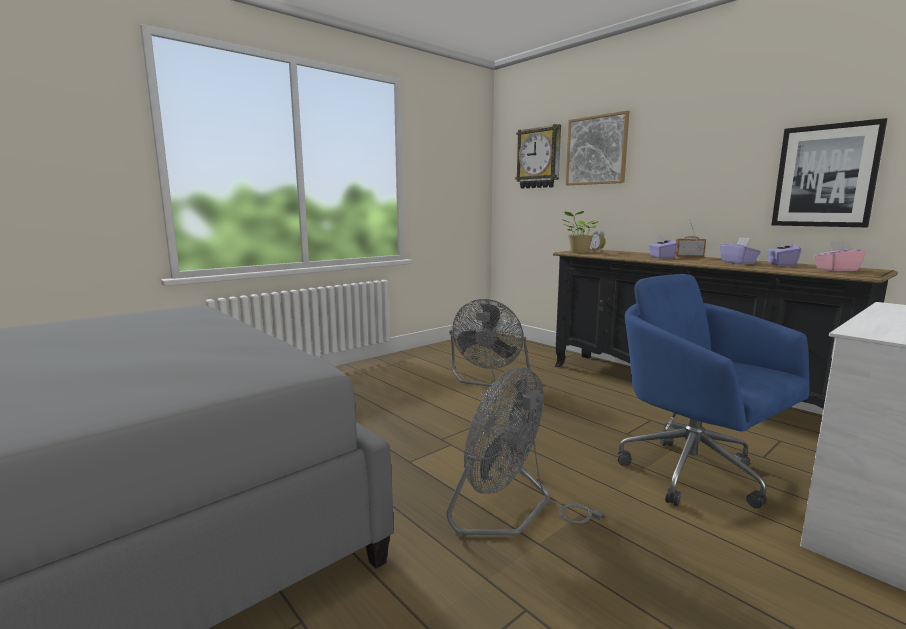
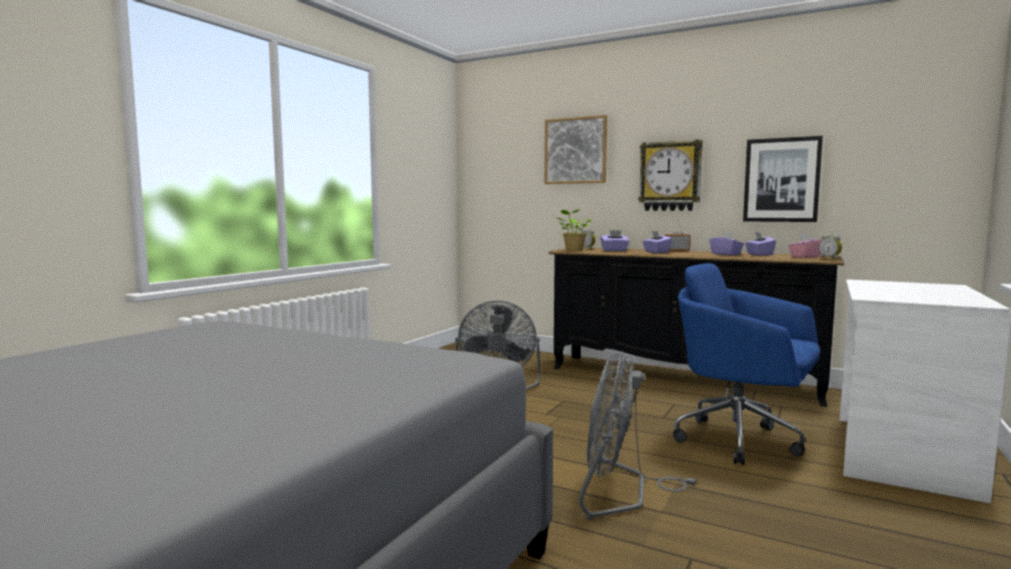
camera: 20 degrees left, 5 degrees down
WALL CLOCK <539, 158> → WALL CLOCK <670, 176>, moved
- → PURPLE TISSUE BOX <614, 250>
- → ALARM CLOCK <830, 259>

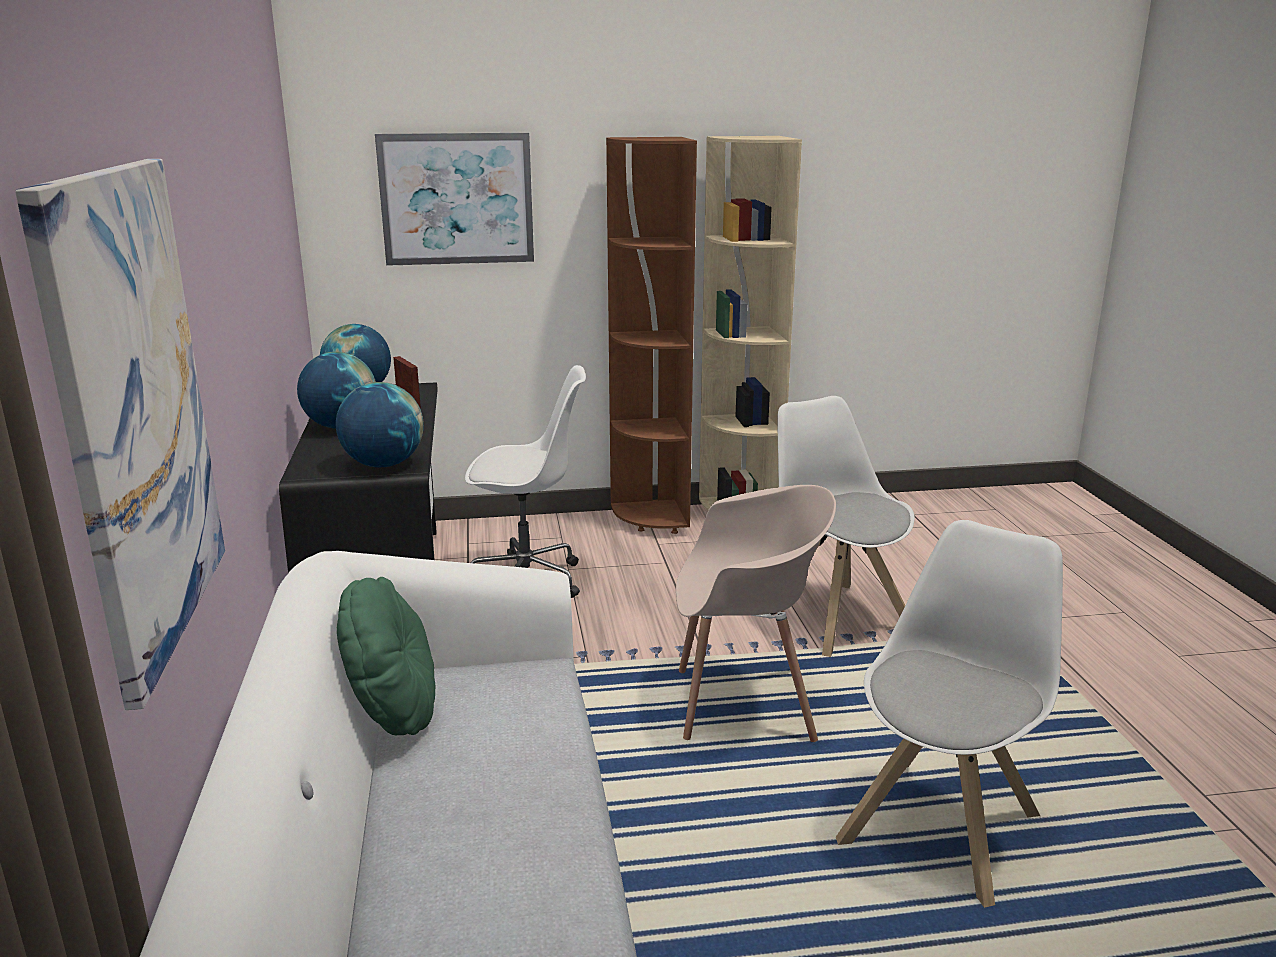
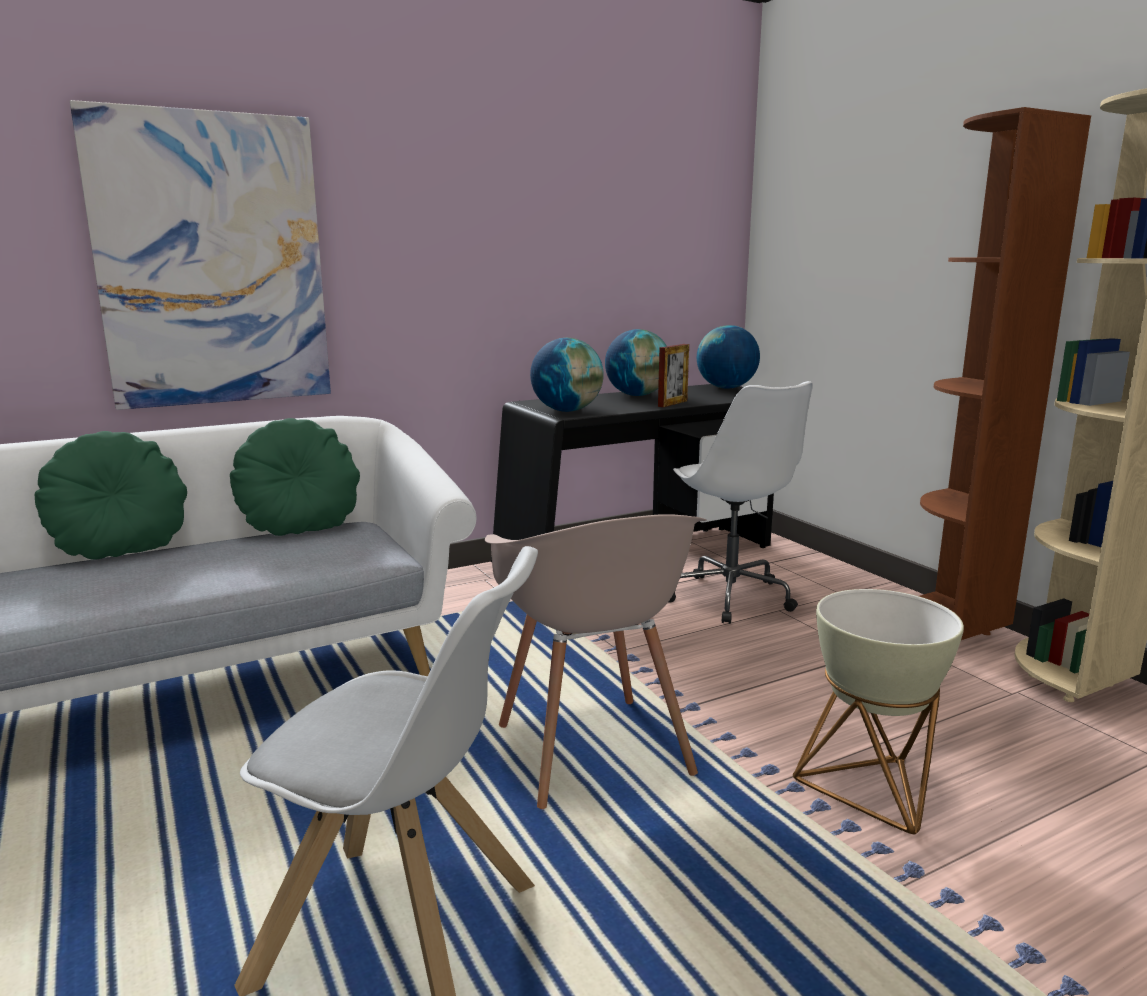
camera: 70 degrees right, 5 degrees down
PICTURE <457, 199> → -
CHAIR <834, 616> → PLANTER <870, 789>
- → GREEN PILLOW <122, 551>

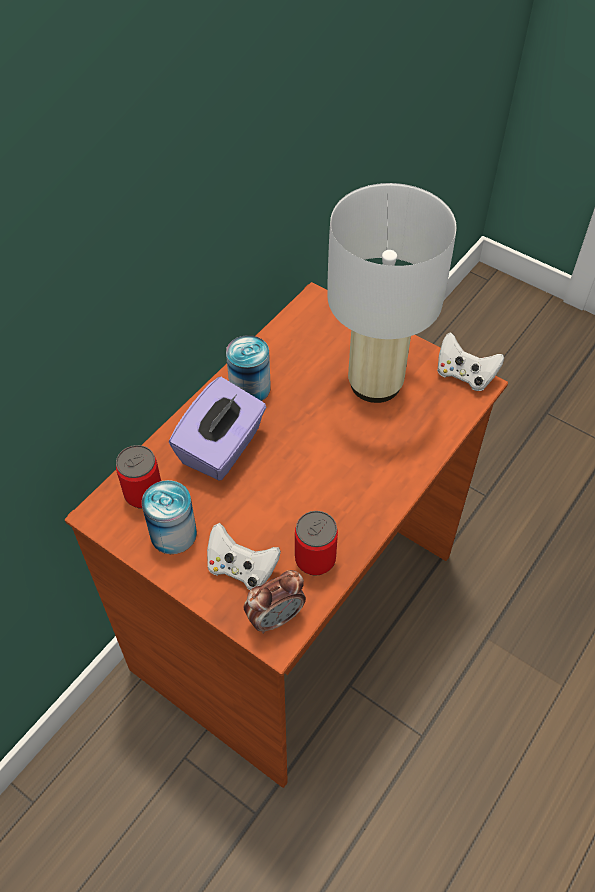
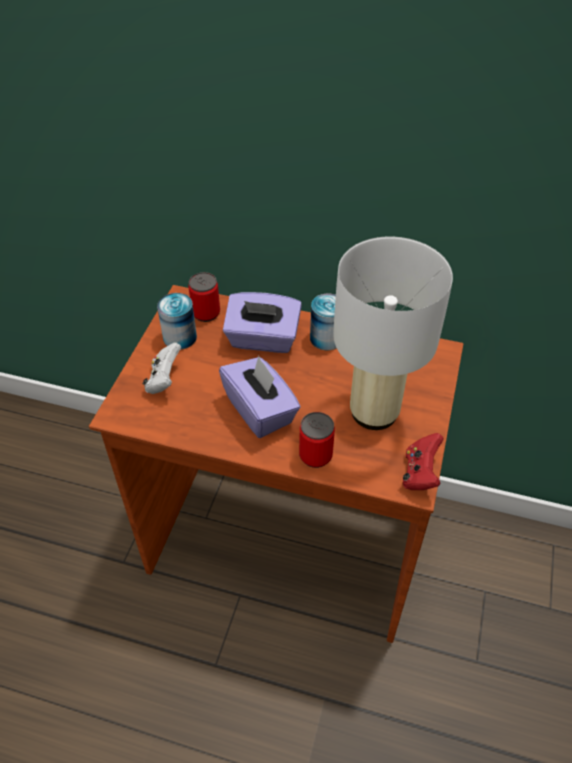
camera: 70 degrees right, 5 degrees down
ALARM CLOCK <275, 617> → -
CAN <315, 559> → CAN <315, 455>, moved
WHITE GAME CONTROLLER <464, 375> → RED GAME CONTROLLER <420, 473>
- → PURPLE TISSUE BOX <260, 410>

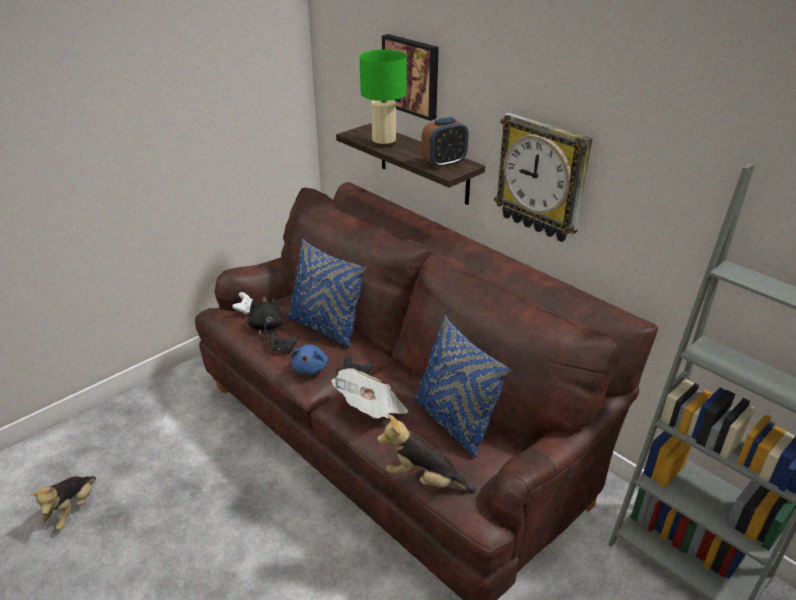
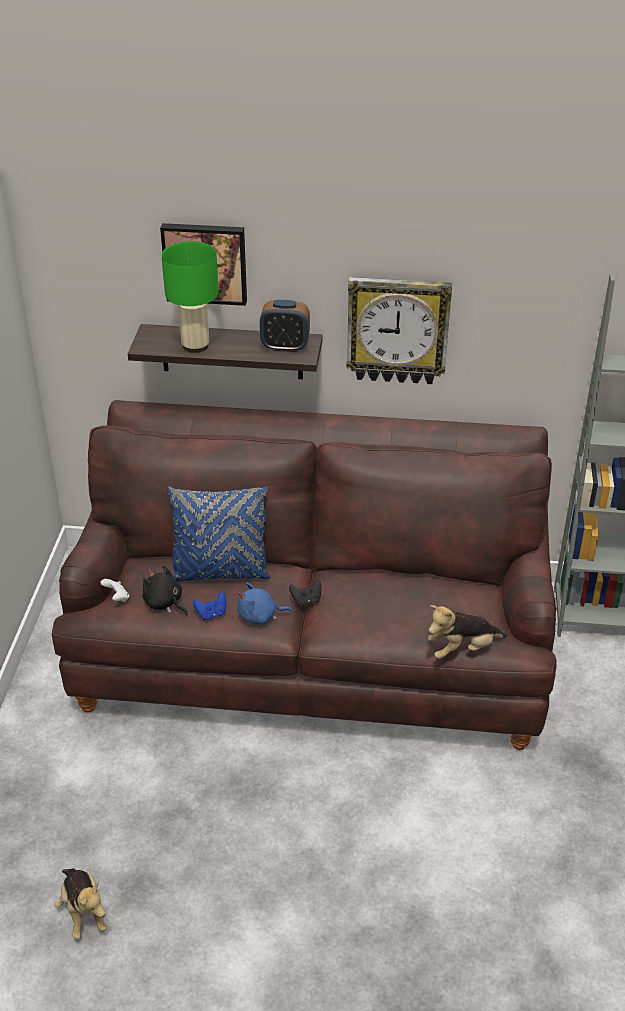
camera: 40 degrees left, 5 degrees up
BLACK GAME CONTROLLER <283, 349> → BLUE GAME CONTROLLER <211, 614>
BLUE PLUSH TOY <310, 368> → BLUE PLUSH TOY <260, 616>, 120 degrees clockwise
NEWSPAPER <371, 409> → -
BLUE PILLOW <454, 422> → -
ALARM CLOCK <444, 163> → ALARM CLOCK <285, 347>, 75 degrees clockwise

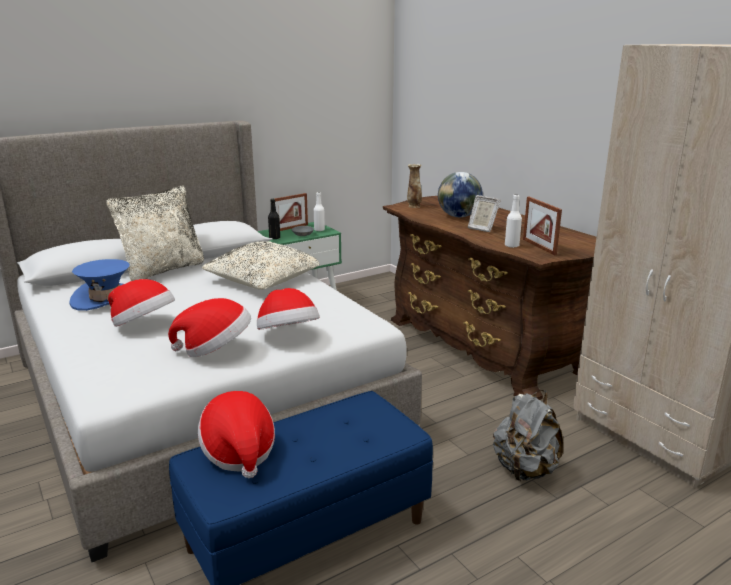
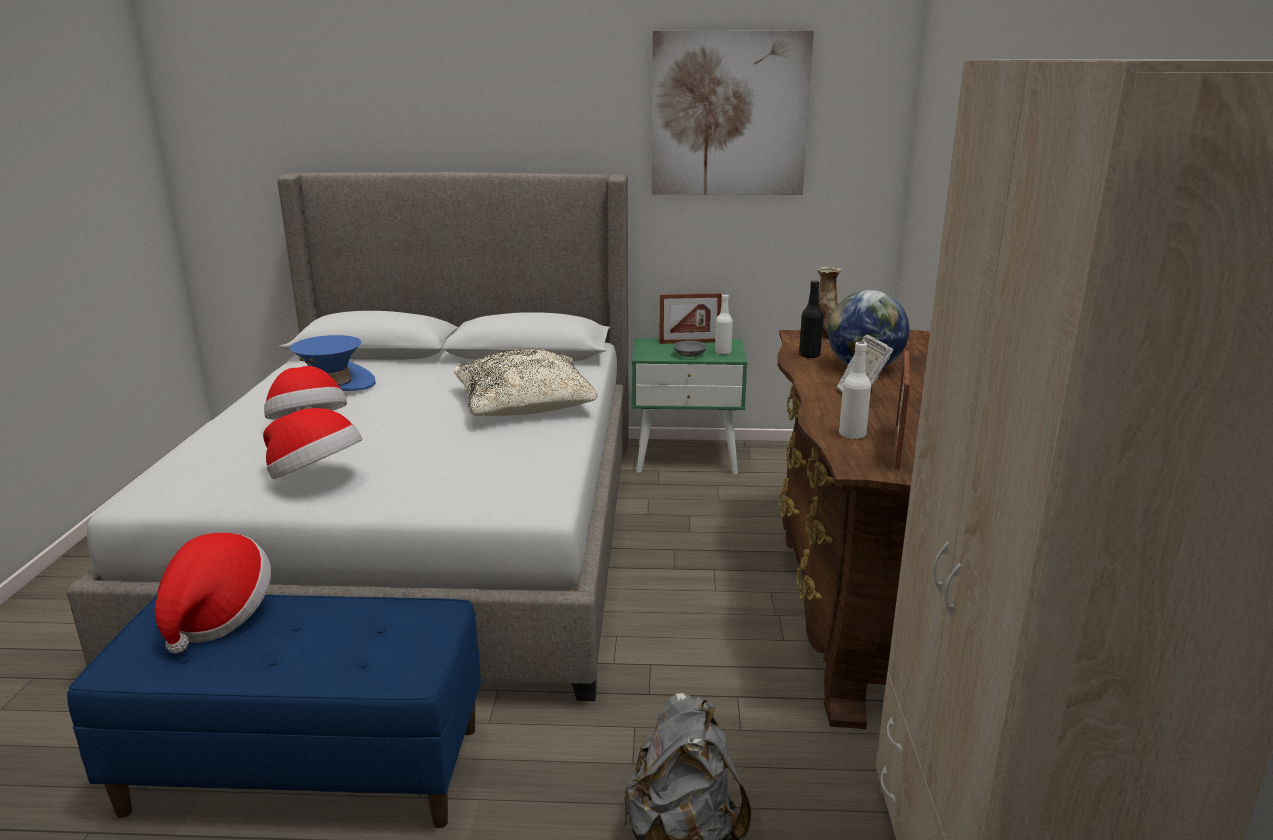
camera: 35 degrees right, 0 degrees up
BEIGE PILLOW <164, 271> → -
HAT <288, 335> → -
BLACK BOTTLE <274, 238> → BLACK BOTTLE <809, 355>, moved
- → PICTURE <729, 114>

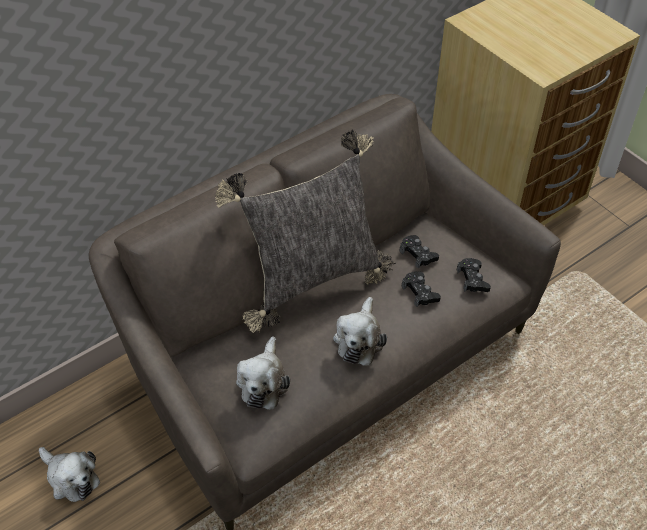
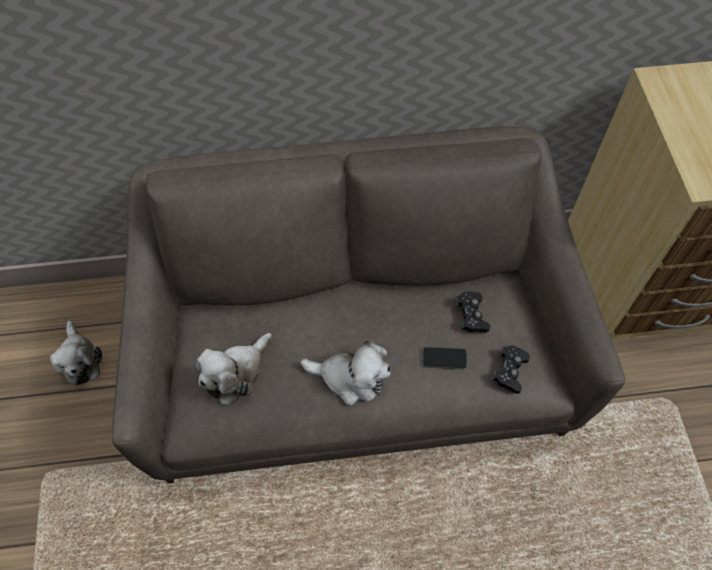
camera: 30 degrees right, 10 degrees up
PILLOW <310, 285> → -
PLUSH TOY <359, 339> → PLUSH TOY <351, 378>, 120 degrees counterclockwise
BLACK GAME CONTROLLER <420, 292> → PHONE <444, 358>

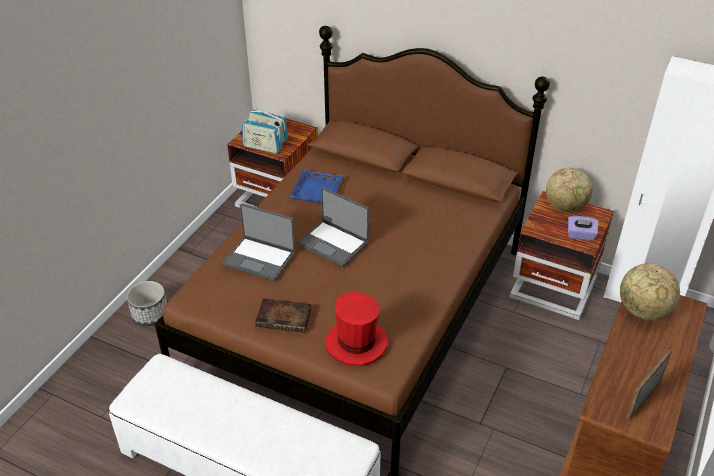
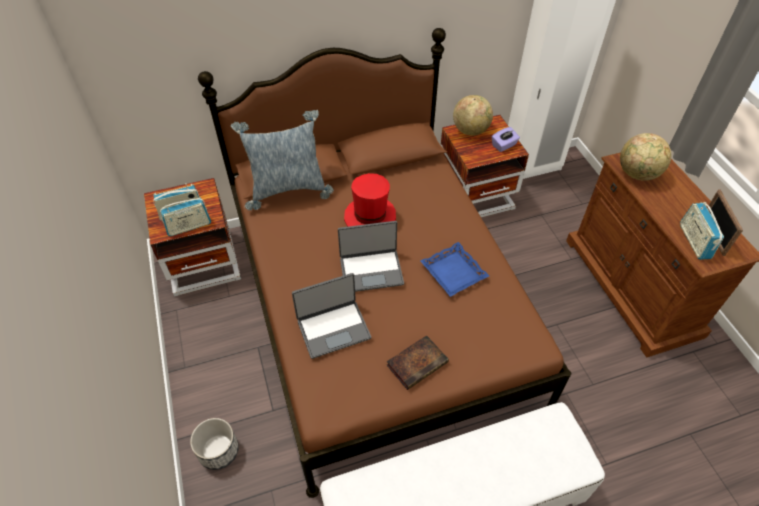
camera: 45 degrees left, 10 degrees up
BLUE TRAY <316, 190> → BLUE TRAY <453, 272>, moved
RED HAT <356, 344> → RED HAT <370, 217>, moved
- → PILLOW <288, 193>
- → RADIO <694, 241>

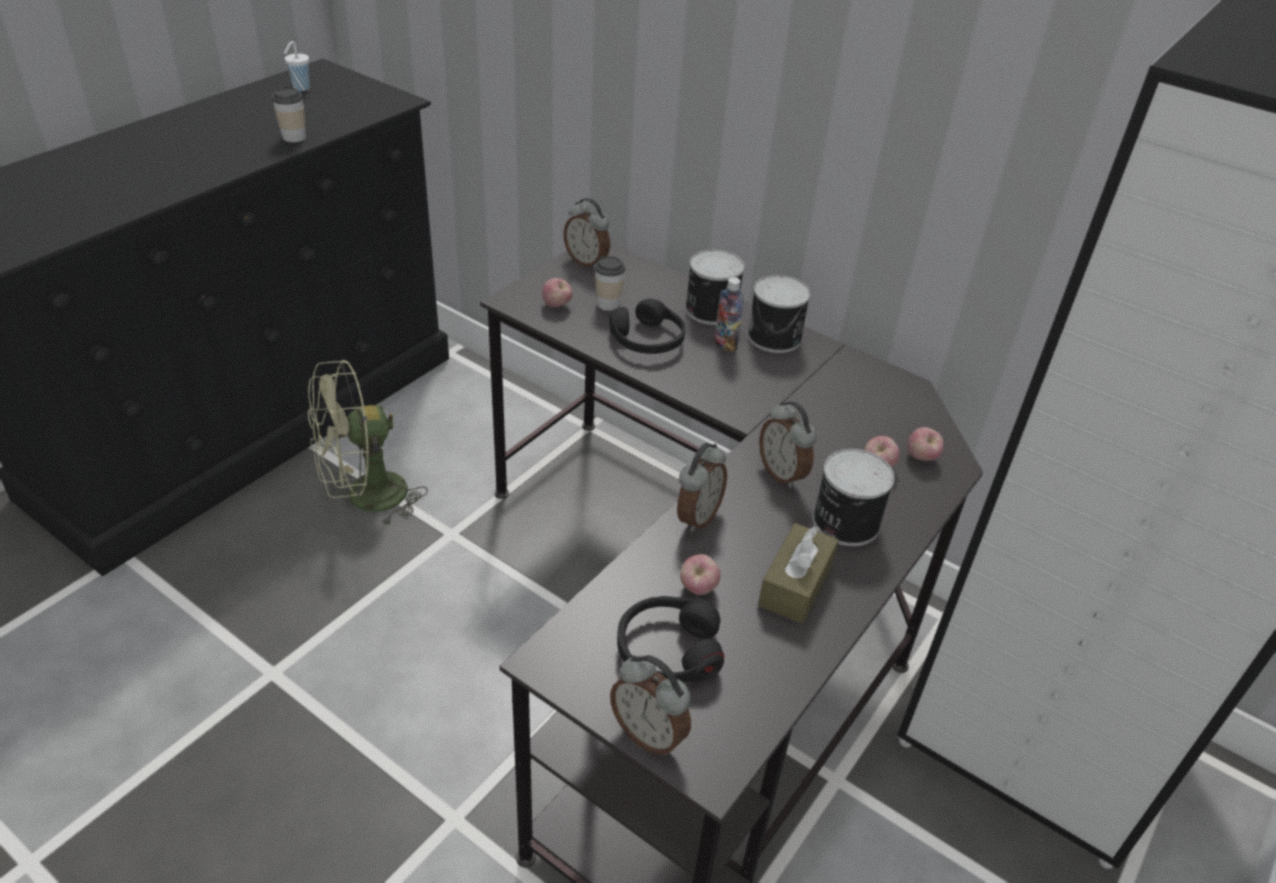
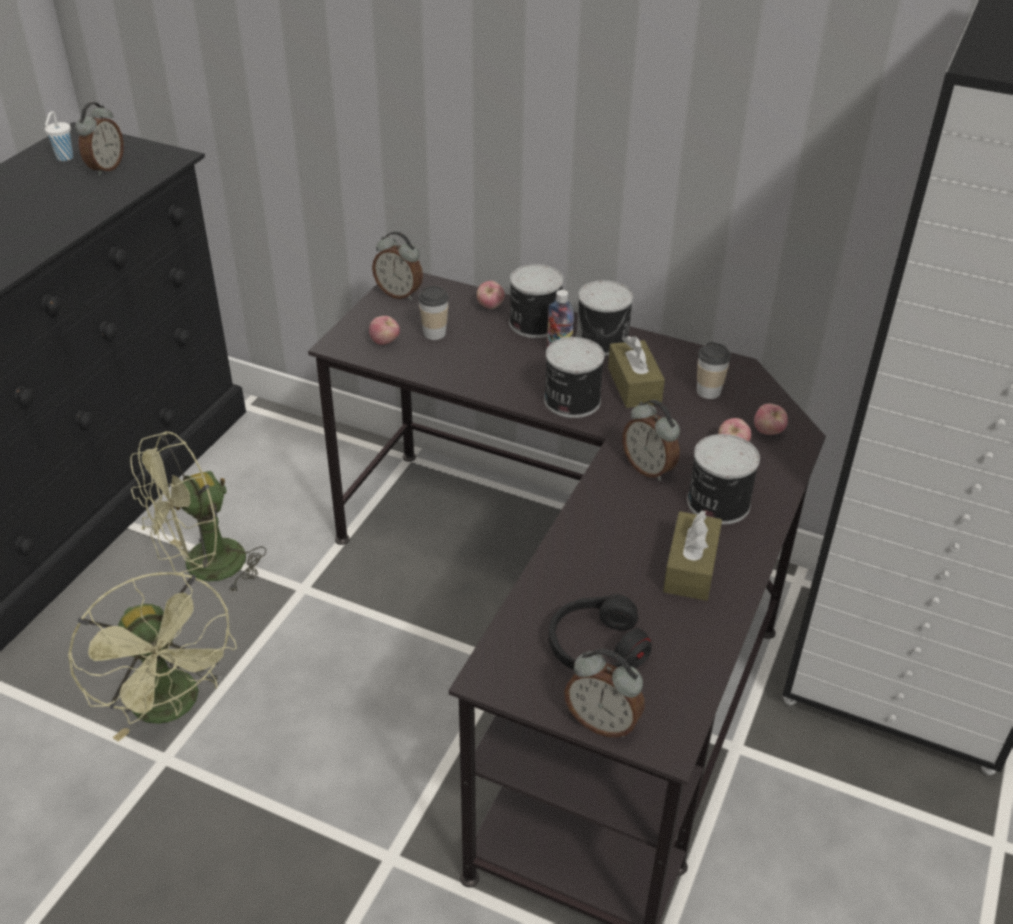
camera: 10 degrees left, 0 degrees up
CUP <294, 137> → CUP <708, 391>, moved
BLACK HEADPHONES <647, 339> → -
ALARM CLOCK <697, 517> → ALARM CLOCK <105, 168>, moved
APPLE <698, 588> → APPLE <490, 307>, moved
- → GREEN FAN <173, 707>
- → CAN <570, 400>
- → BROWN TISSUE BOX <634, 385>

